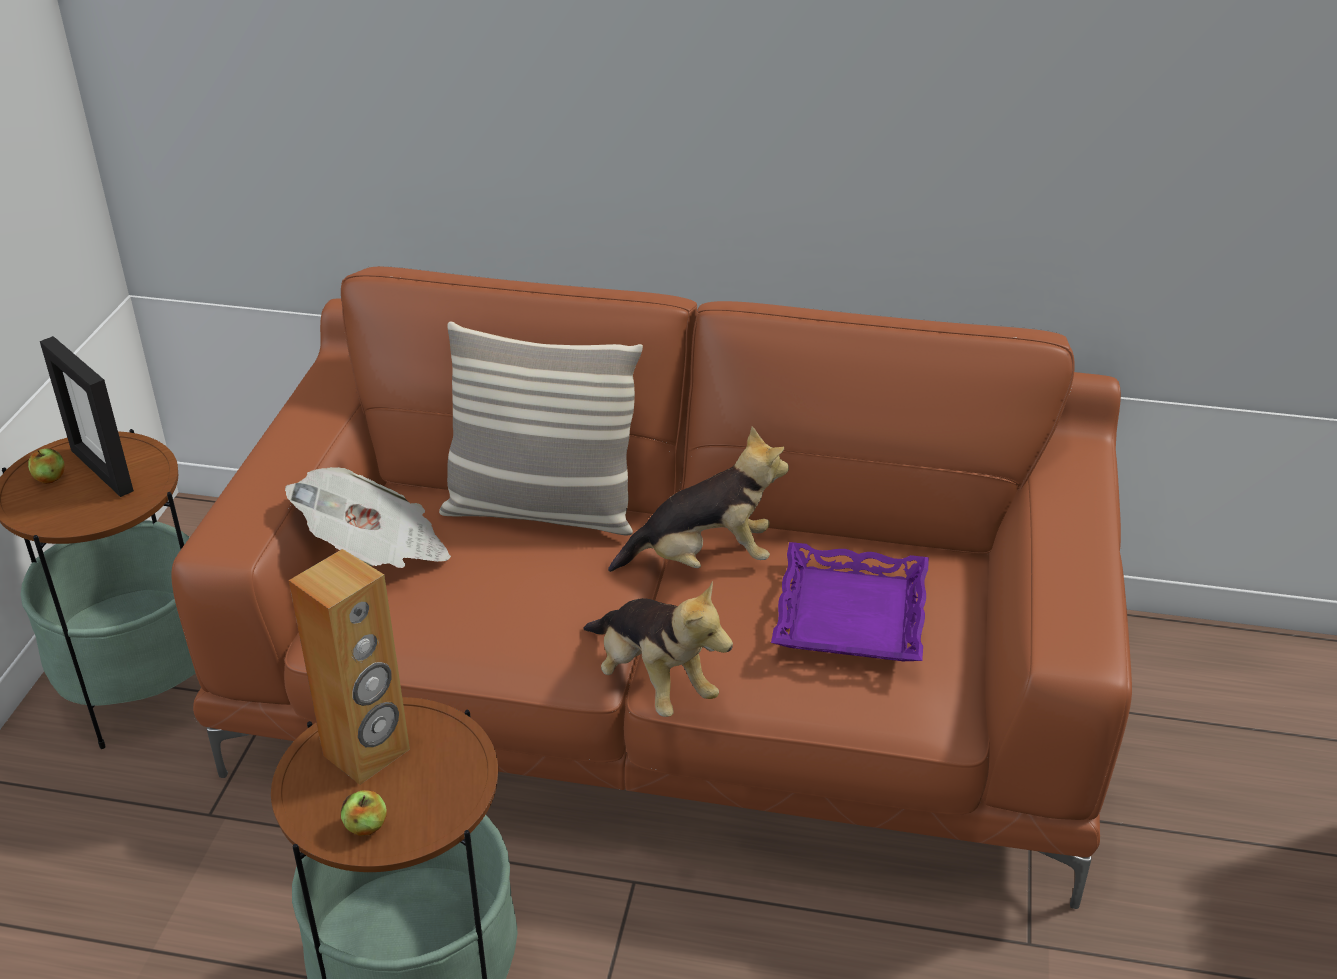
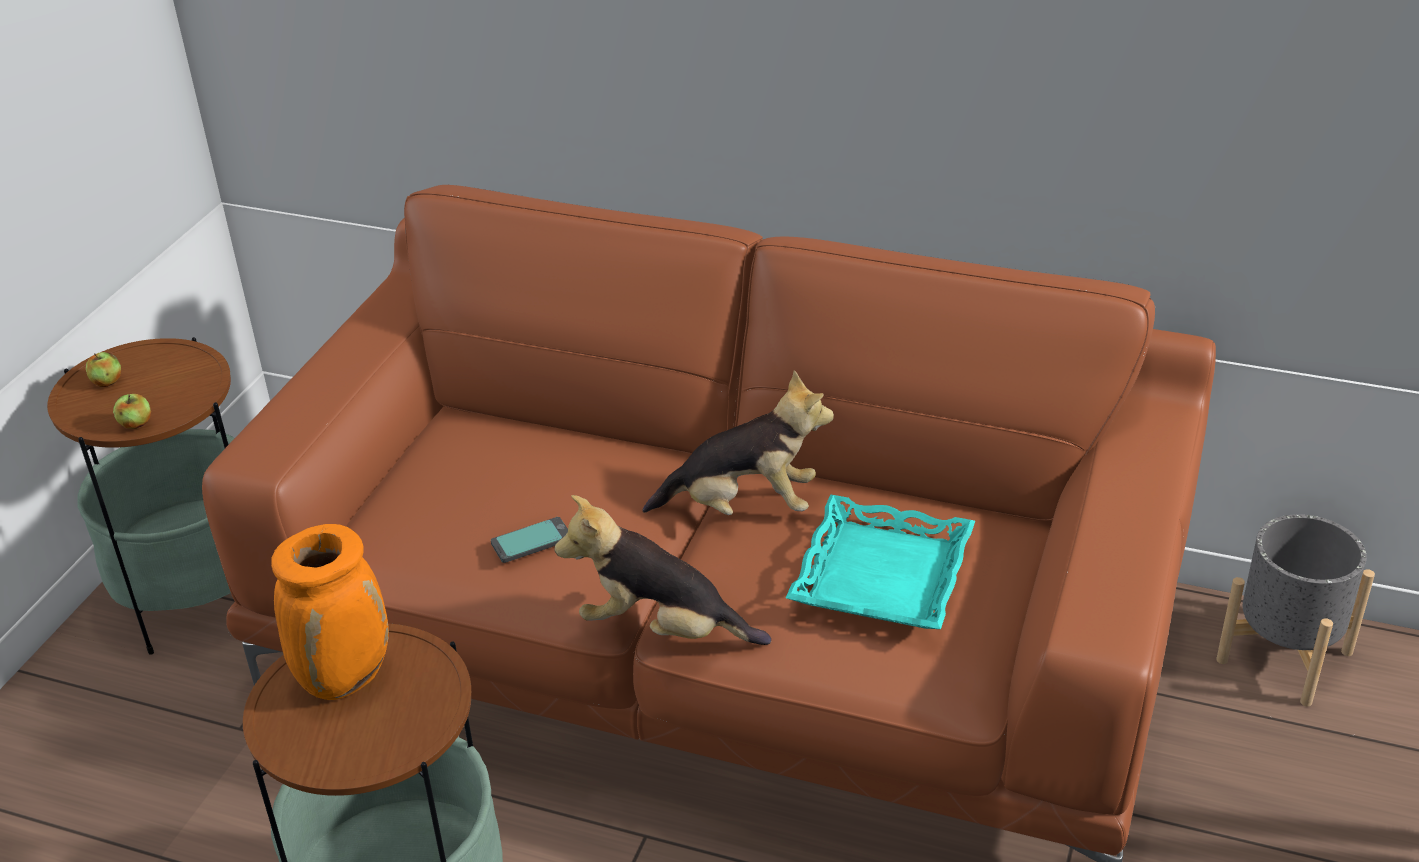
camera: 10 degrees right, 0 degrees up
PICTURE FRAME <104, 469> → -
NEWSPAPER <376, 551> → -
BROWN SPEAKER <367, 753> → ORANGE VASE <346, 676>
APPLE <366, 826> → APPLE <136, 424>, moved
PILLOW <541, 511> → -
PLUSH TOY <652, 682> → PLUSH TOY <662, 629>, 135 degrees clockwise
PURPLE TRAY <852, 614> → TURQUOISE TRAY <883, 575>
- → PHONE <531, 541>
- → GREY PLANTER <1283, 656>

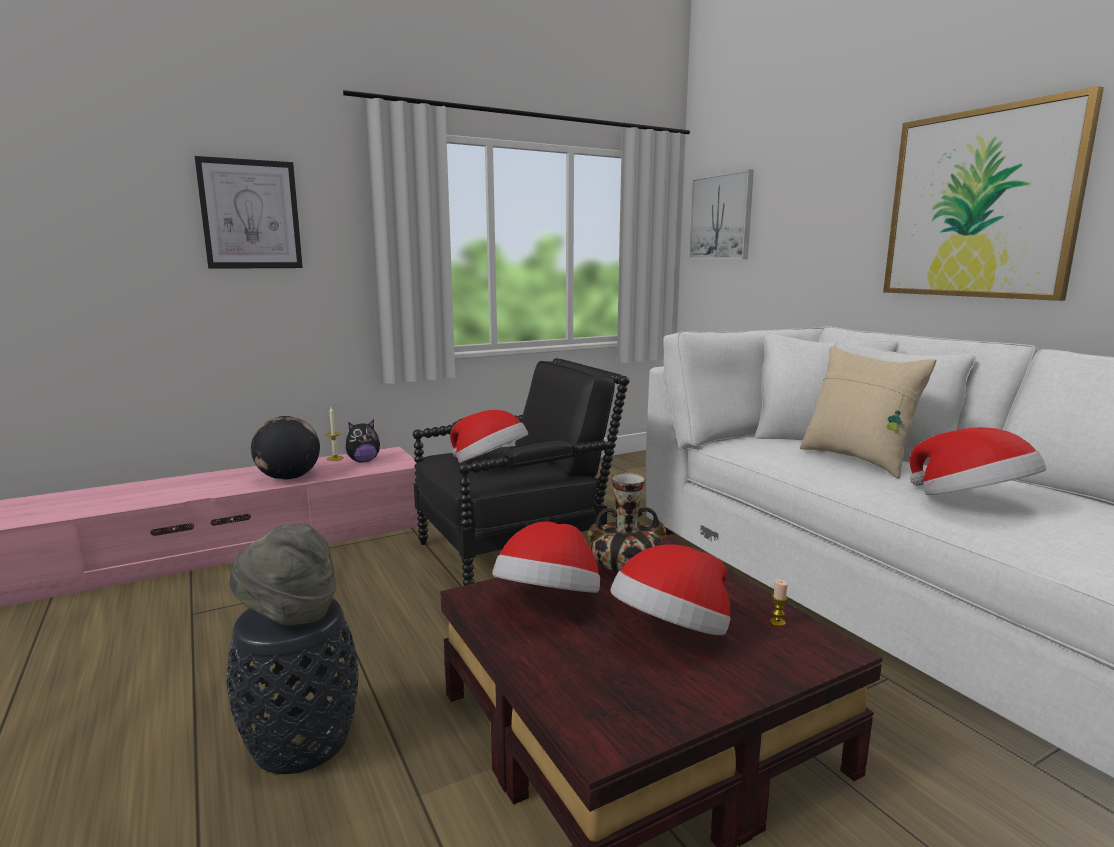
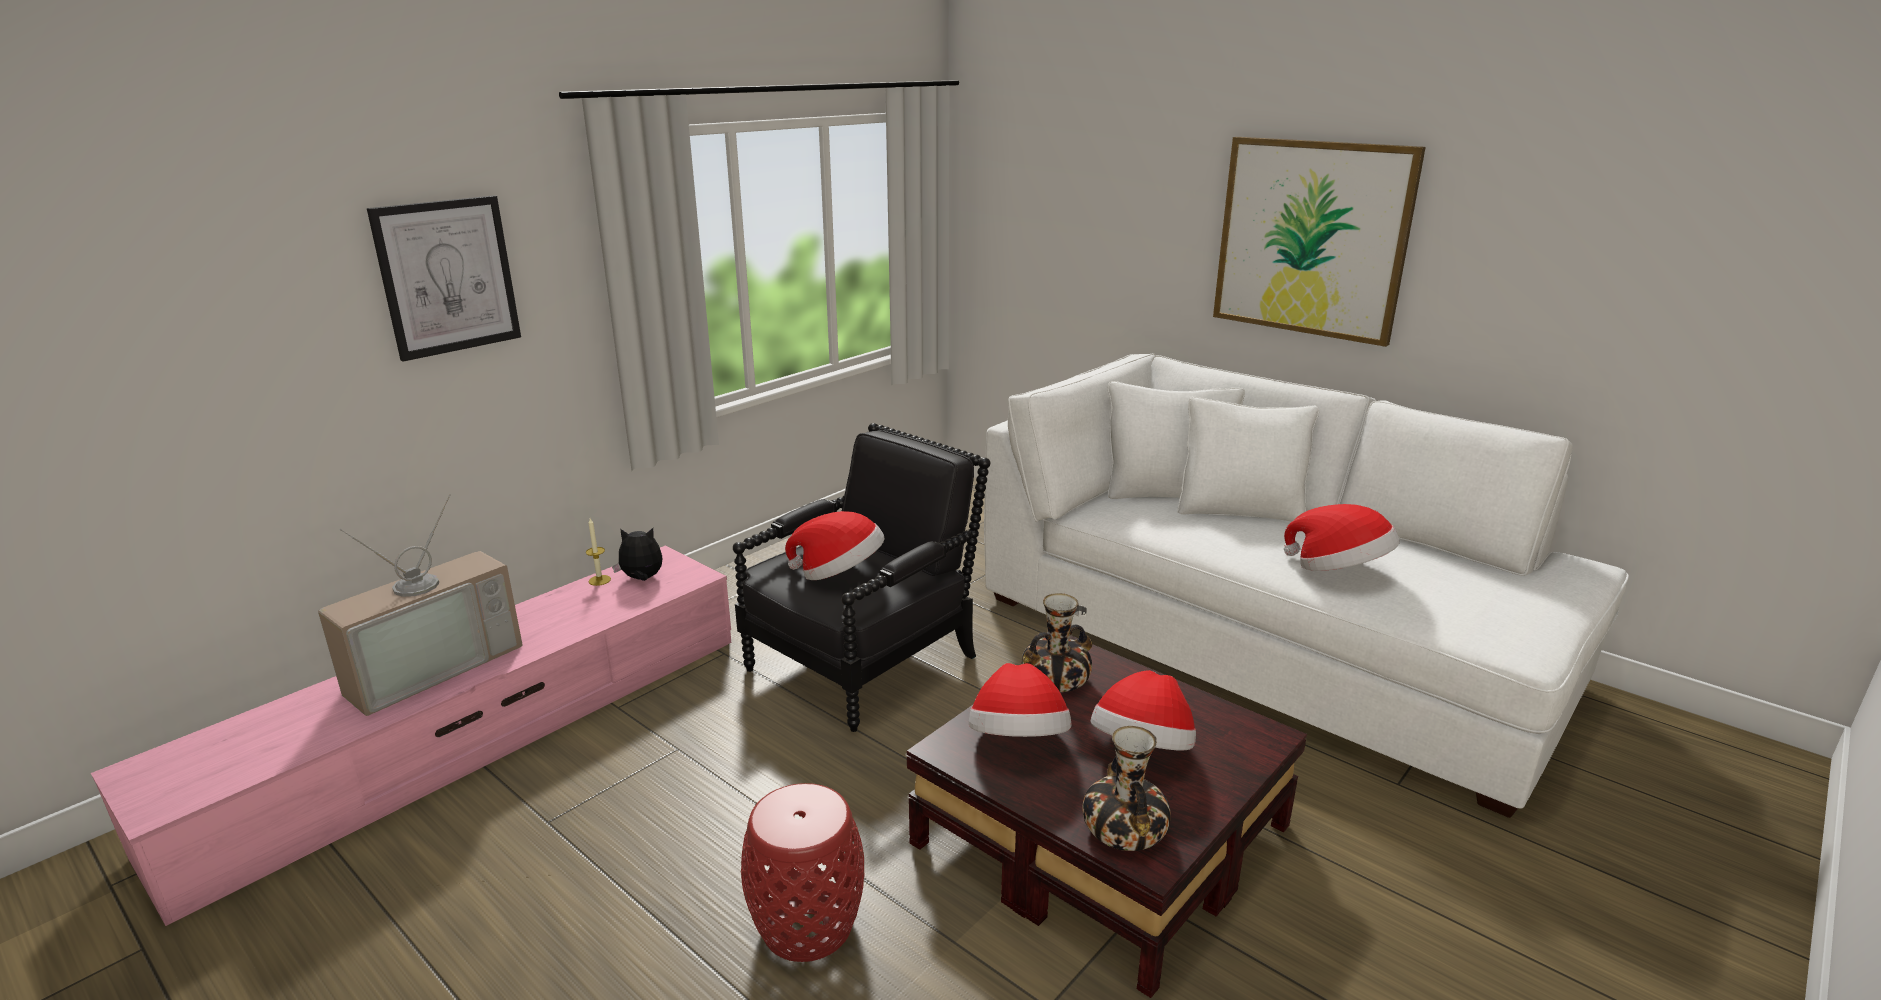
camera: 20 degrees left, 10 degrees up
BLACK STOOL <301, 741> → RED STOOL <807, 926>
GREY HAT <289, 616> → -
GLOBE <289, 478> → -
PLUSH TOY <363, 461> → PLUSH TOY <642, 579>, 135 degrees counterclockwise
PICTURE <721, 217> → -
CANDLE <777, 622> → -
BEIGE PILLOW <856, 460> → -
- → TELEVISION <431, 665>
- → VASE <1124, 829>

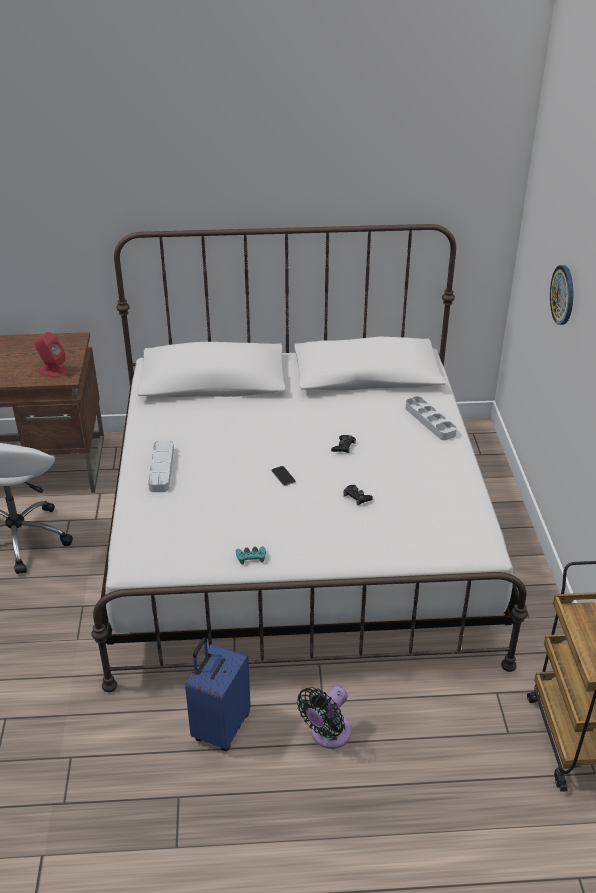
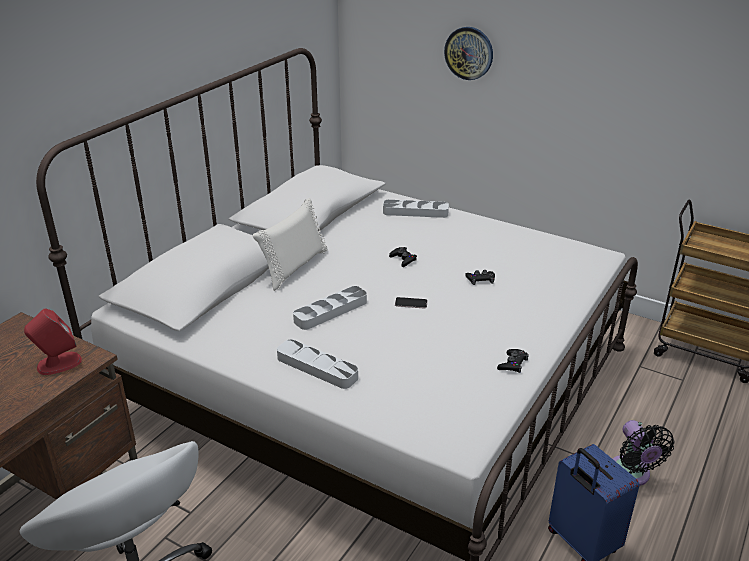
camera: 55 degrees left, 5 degrees down
TURQUOISE GAME CONTROLLER <251, 557> → BLACK GAME CONTROLLER <513, 364>
- → WHITE PILLOW <294, 267>
- → GREY TRAY <330, 311>

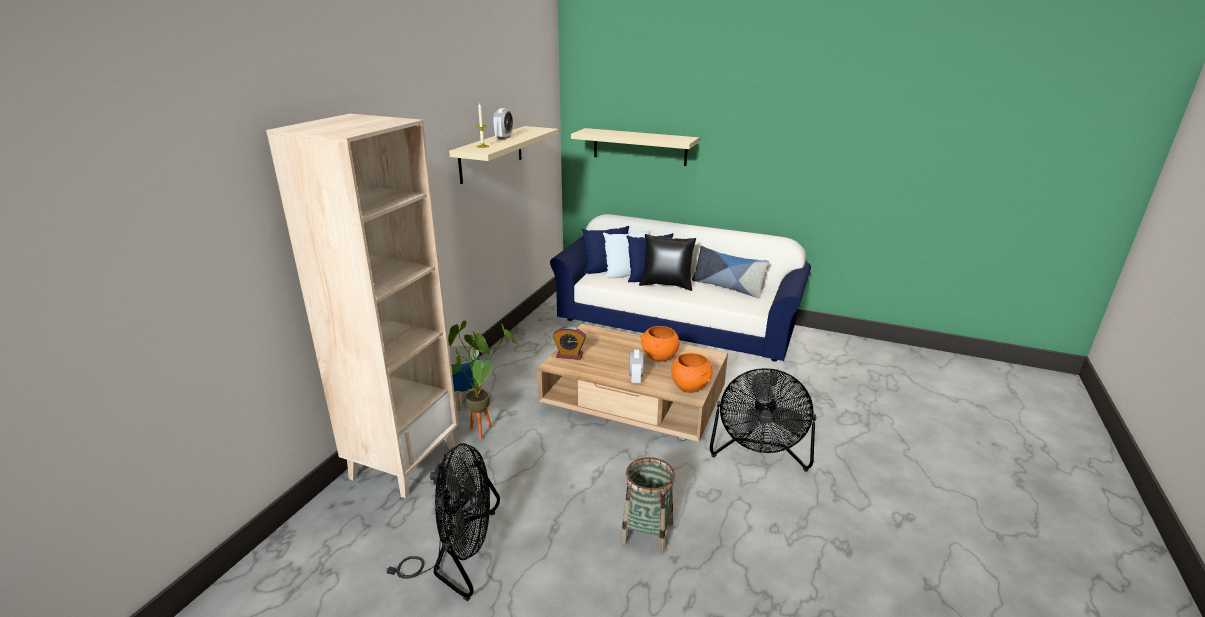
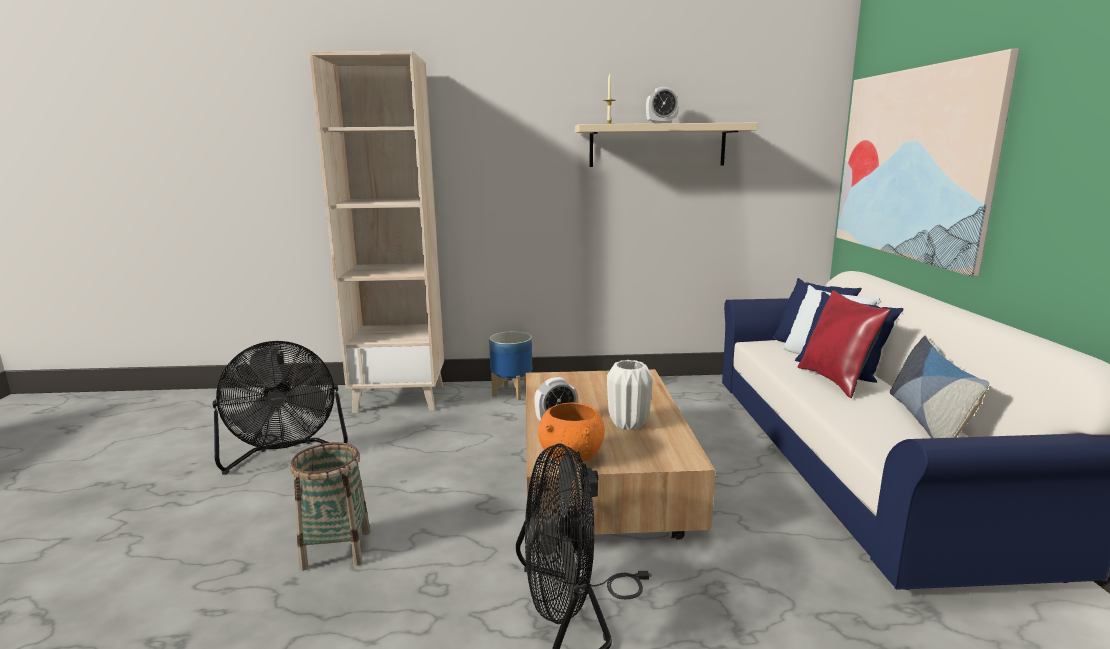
camera: 65 degrees right, 10 degrees down
POTTED PLANT <482, 428> → -
ALARM CLOCK <569, 355> → -
BEIGE SHELF <639, 147> → PICTURE <912, 164>
BLACK PILLOW <667, 285> → RED PILLOW <836, 381>
ORANGE BOWL <659, 358> → WHITE VASE <628, 425>

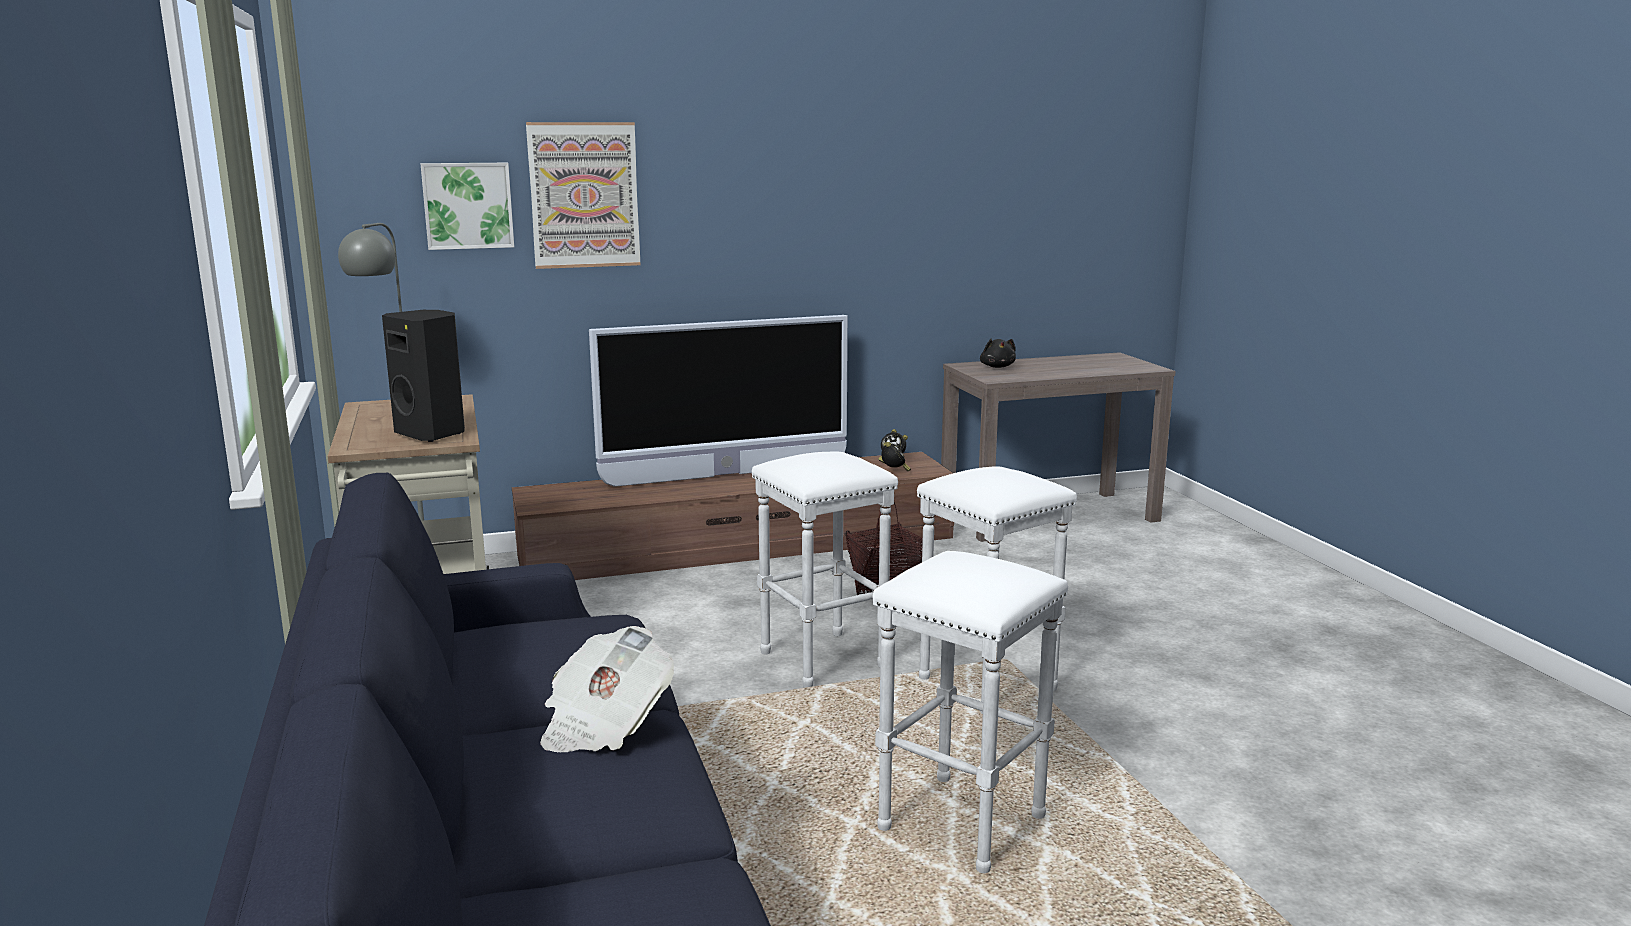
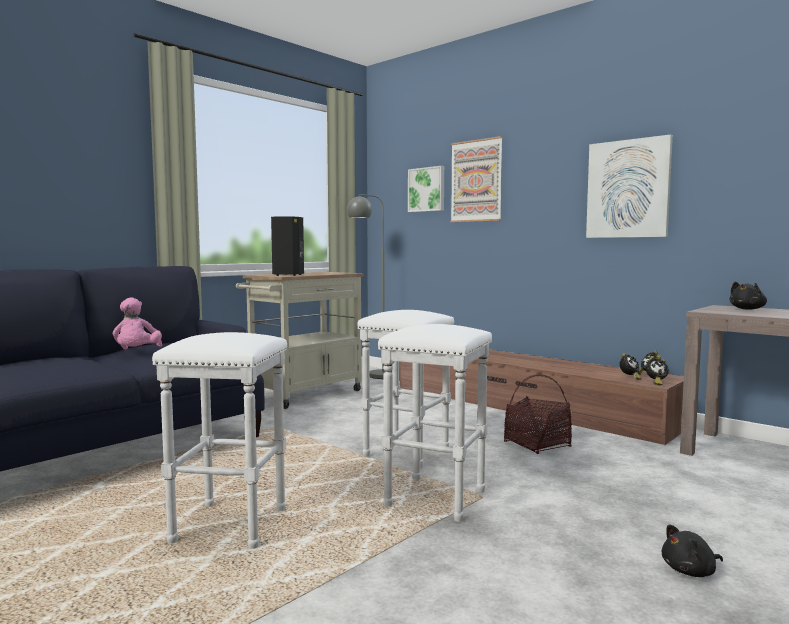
camera: 60 degrees right, 10 degrees down
NEWSPAPER <604, 724> → -
TELEVISION <726, 475> → -
- → PINK PLUSH TOY <137, 352>
- → PICTURE <628, 189>
- → ALARM CLOCK <655, 383>
- → BLACK PLUSH TOY <690, 571>

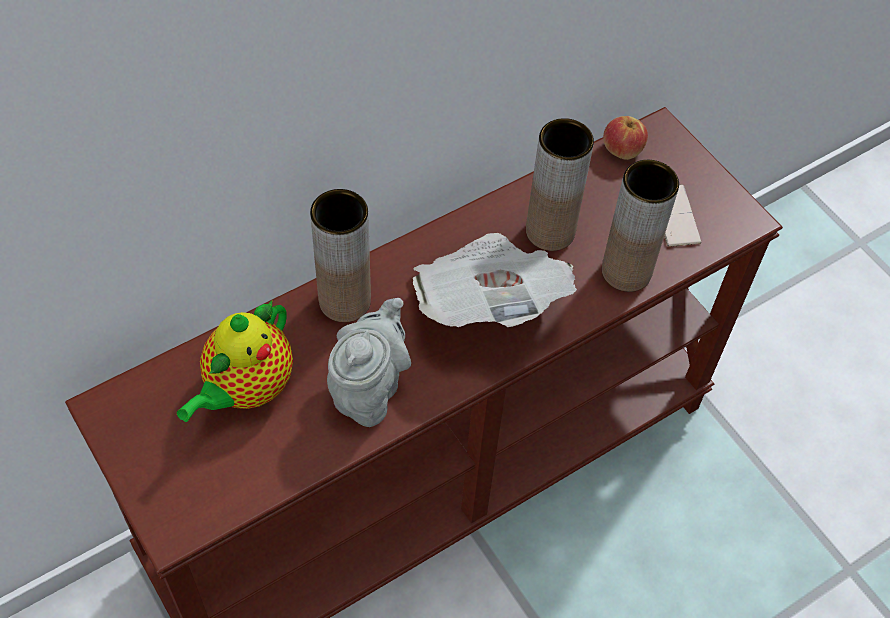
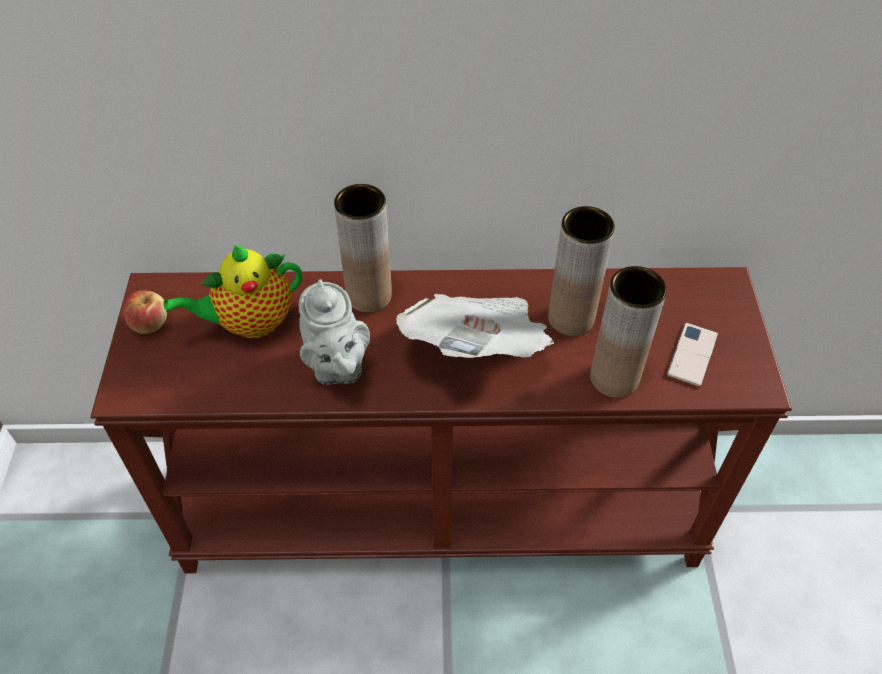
camera: 35 degrees right, 5 degrees down
GREY TEAPOT <369, 389> → GREY TEAPOT <336, 366>, 105 degrees clockwise
APPLE <622, 149> → APPLE <149, 323>, moved

